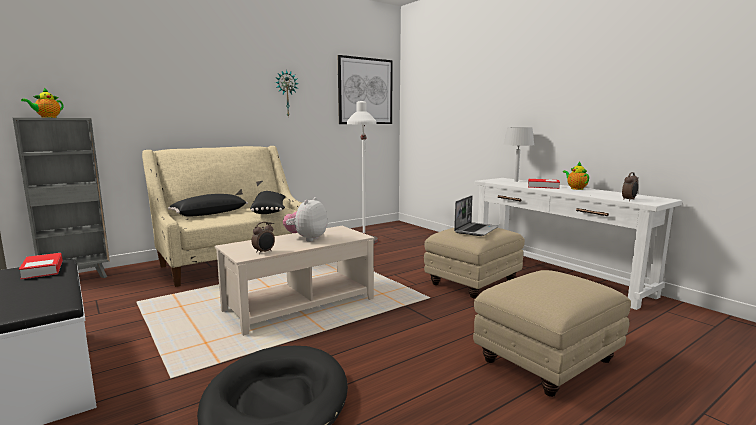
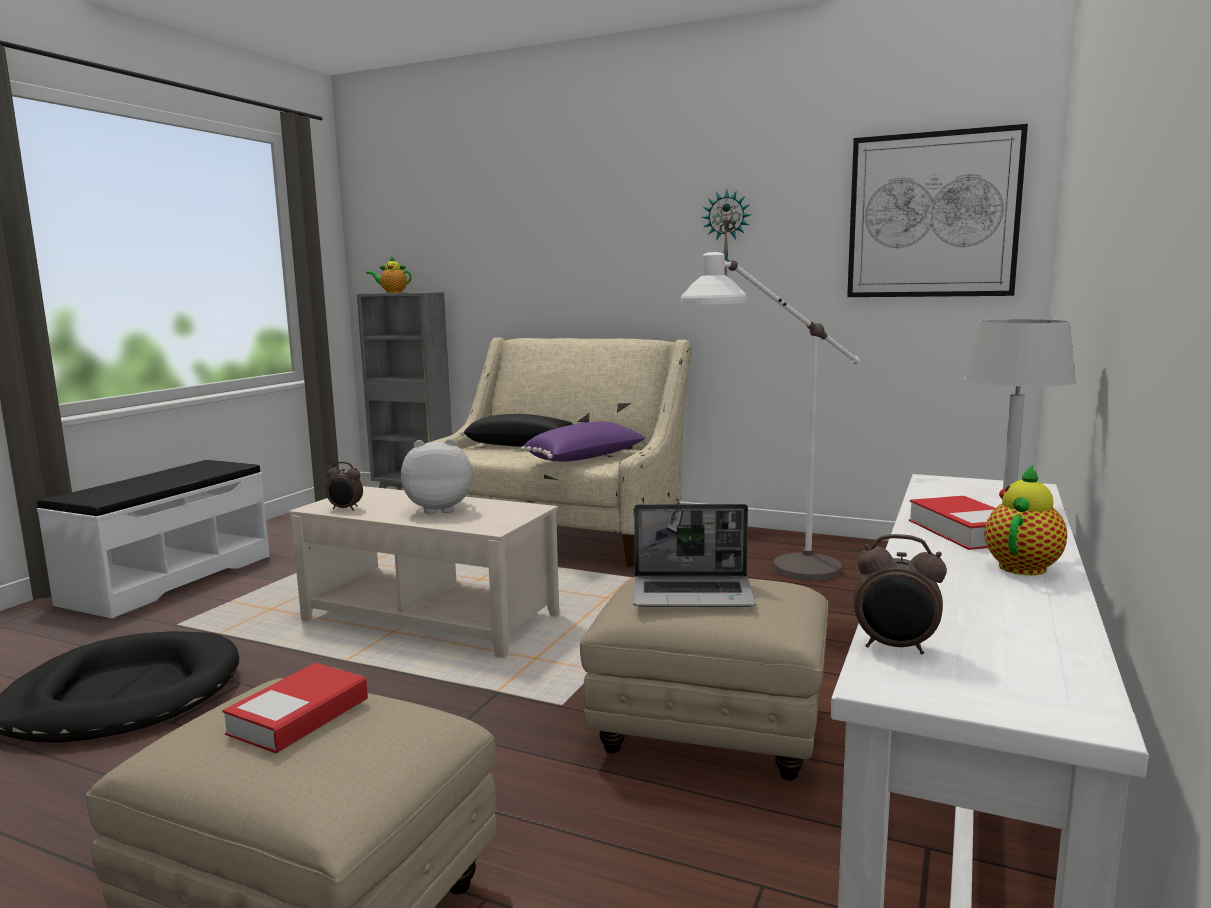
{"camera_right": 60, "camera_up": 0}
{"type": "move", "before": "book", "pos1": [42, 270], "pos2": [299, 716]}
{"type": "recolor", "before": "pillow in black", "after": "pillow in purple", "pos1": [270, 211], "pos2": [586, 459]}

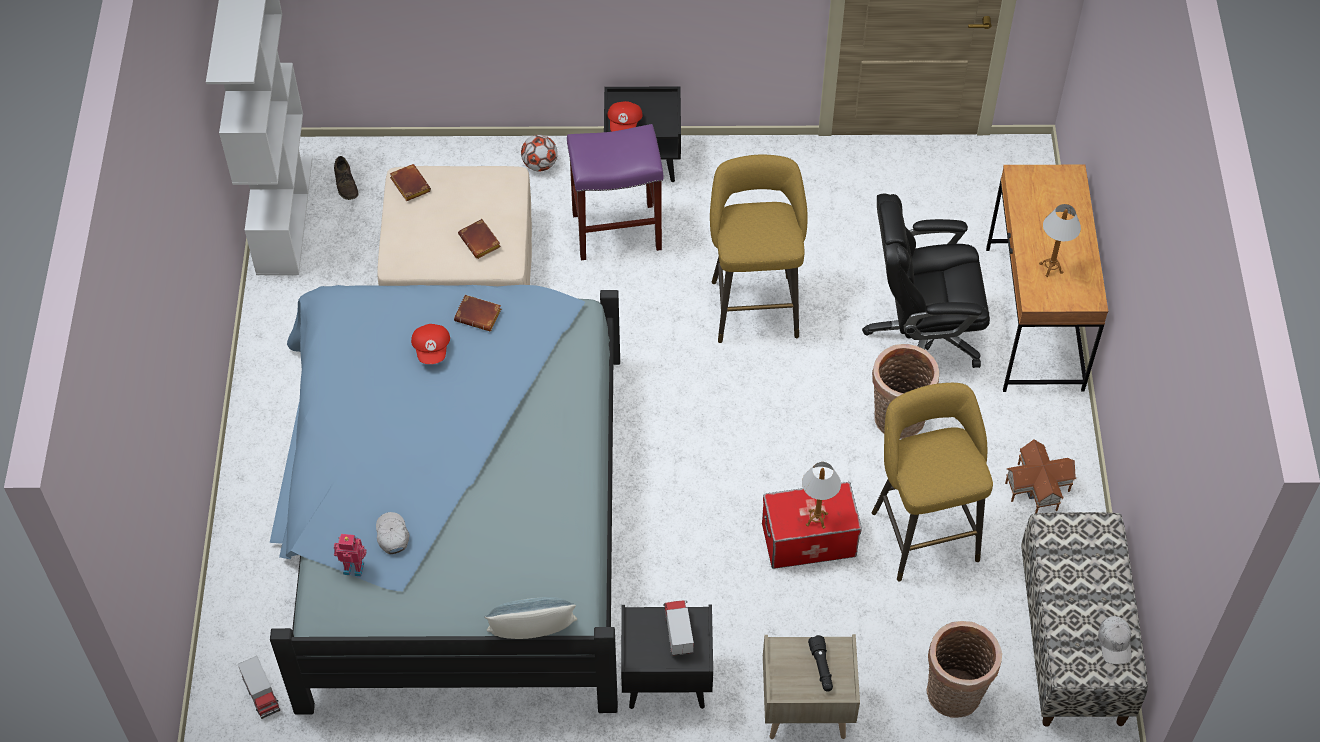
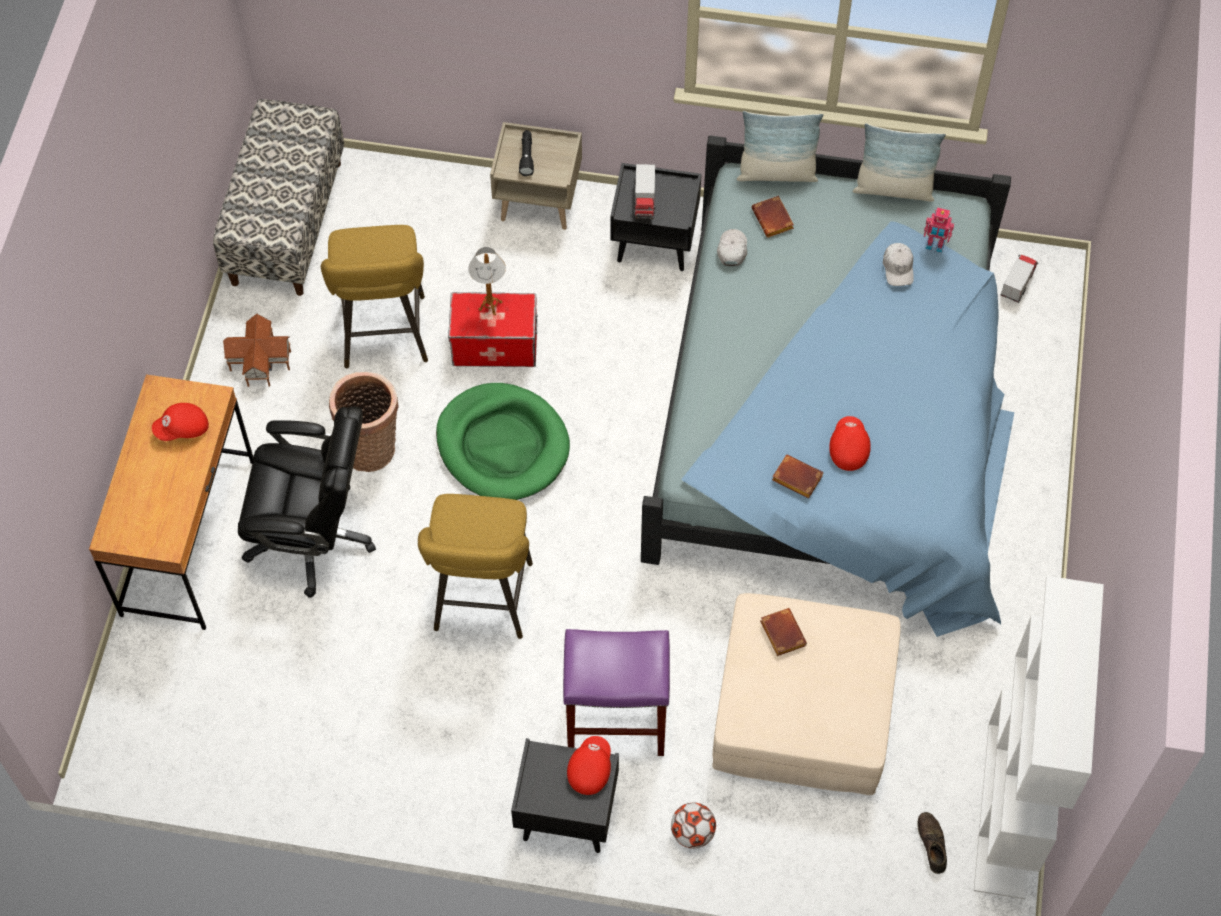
{"camera_right": -170, "camera_up": 5}
{"type": "replace", "before": "table lamp", "after": "cap in red", "pos1": [1051, 268], "pos2": [183, 429]}
{"type": "insert", "after": "dog bed in green", "pos2": [502, 445]}
{"type": "move", "before": "cap in white", "pos1": [1114, 643], "pos2": [732, 250]}
{"type": "move", "before": "book in brown", "pos1": [408, 185], "pos2": [774, 220]}
{"type": "insert", "after": "pillow", "pos2": [893, 189]}
{"type": "rotate", "before": "toy truck", "pos1": [261, 695], "pos2": [1017, 284], "turn": 45}
{"type": "delete", "before": "basket", "pos1": [954, 697]}

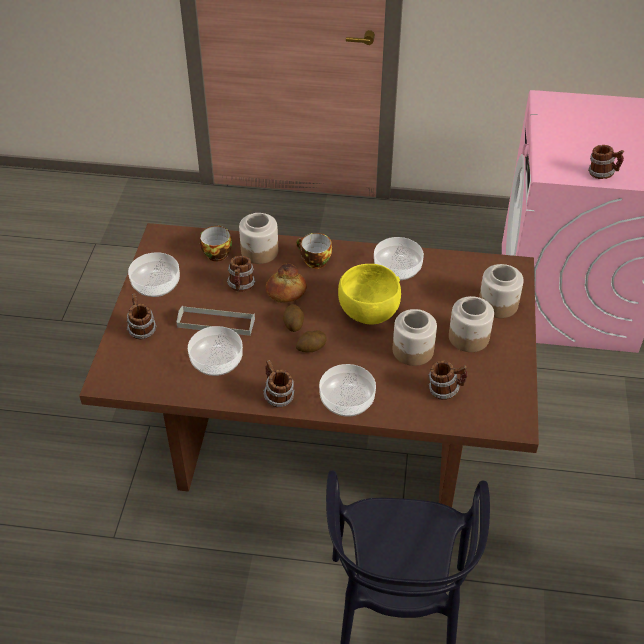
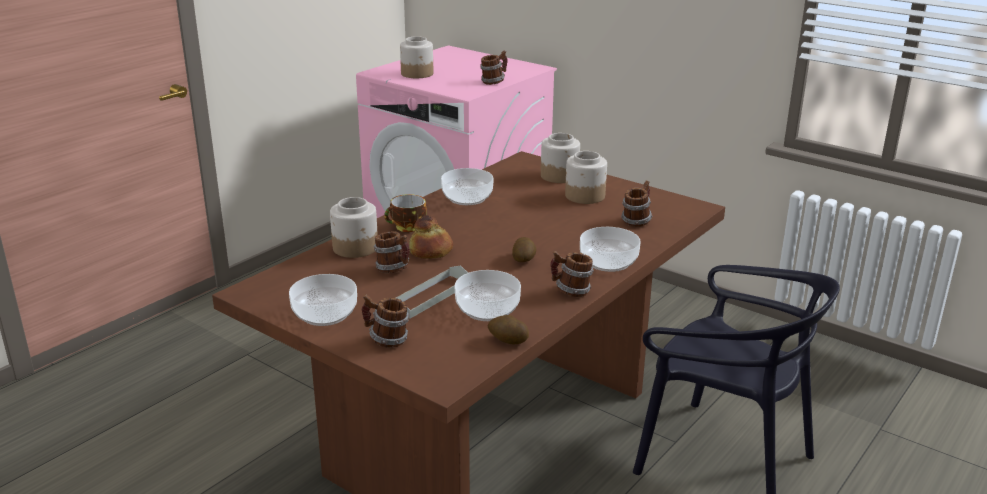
{"camera_right": -60, "camera_up": -20}
{"type": "move", "before": "jar", "pos1": [413, 351], "pos2": [417, 74]}
{"type": "move", "before": "potato", "pos1": [293, 324], "pos2": [507, 340]}
{"type": "delete", "before": "cup", "pos1": [216, 253]}
{"type": "delete", "before": "bowl in yellow", "pos1": [369, 311]}

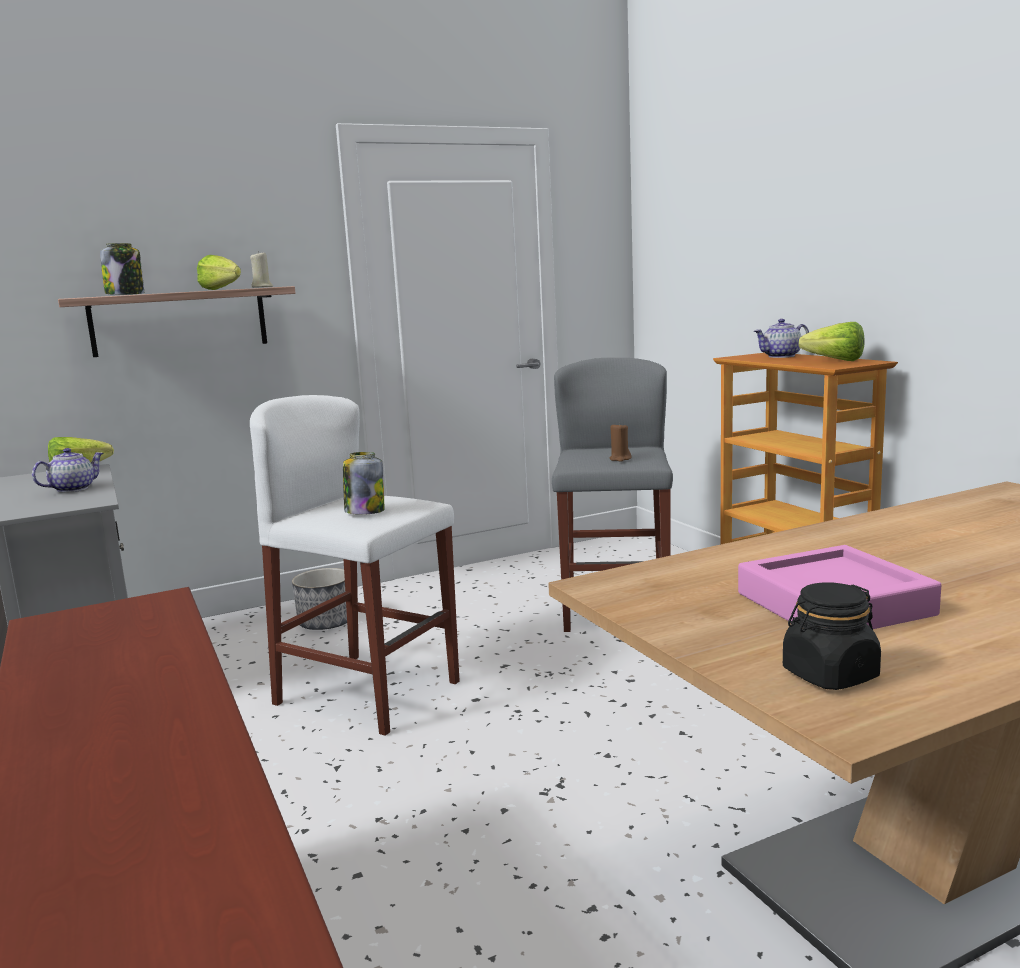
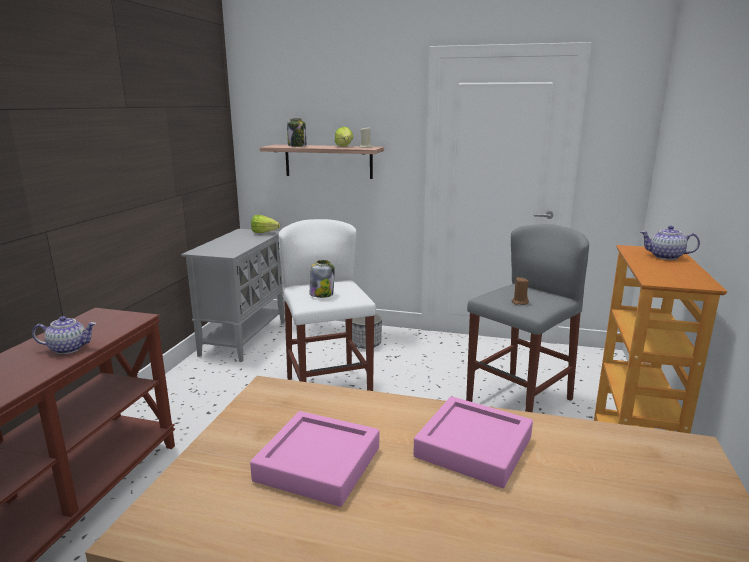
{"camera_right": 40, "camera_up": 5}
{"type": "move", "before": "teapot", "pos1": [73, 489], "pos2": [69, 348]}
{"type": "insert", "after": "tray in pink", "pos2": [473, 447]}
{"type": "delete", "before": "jar in black", "pos1": [829, 675]}
{"type": "delete", "before": "lettuce", "pos1": [830, 360]}

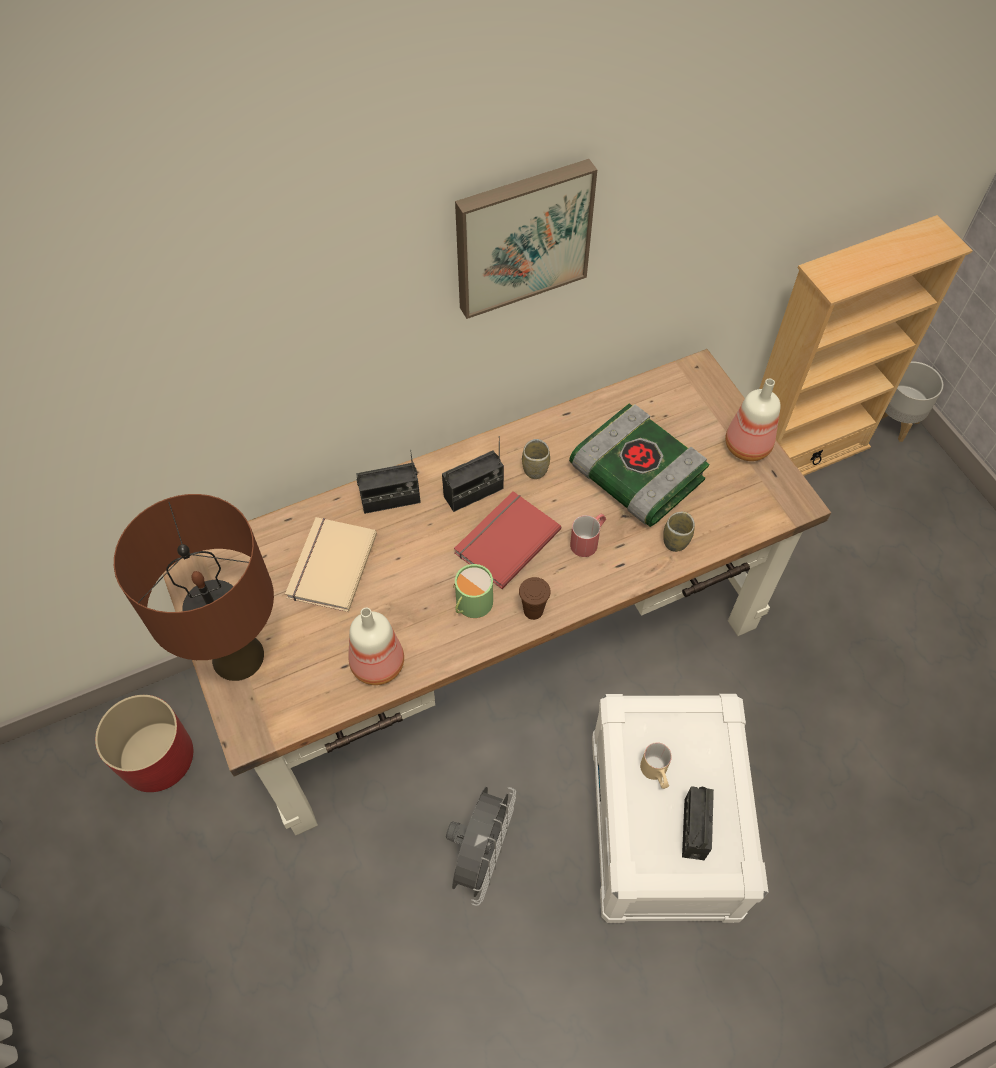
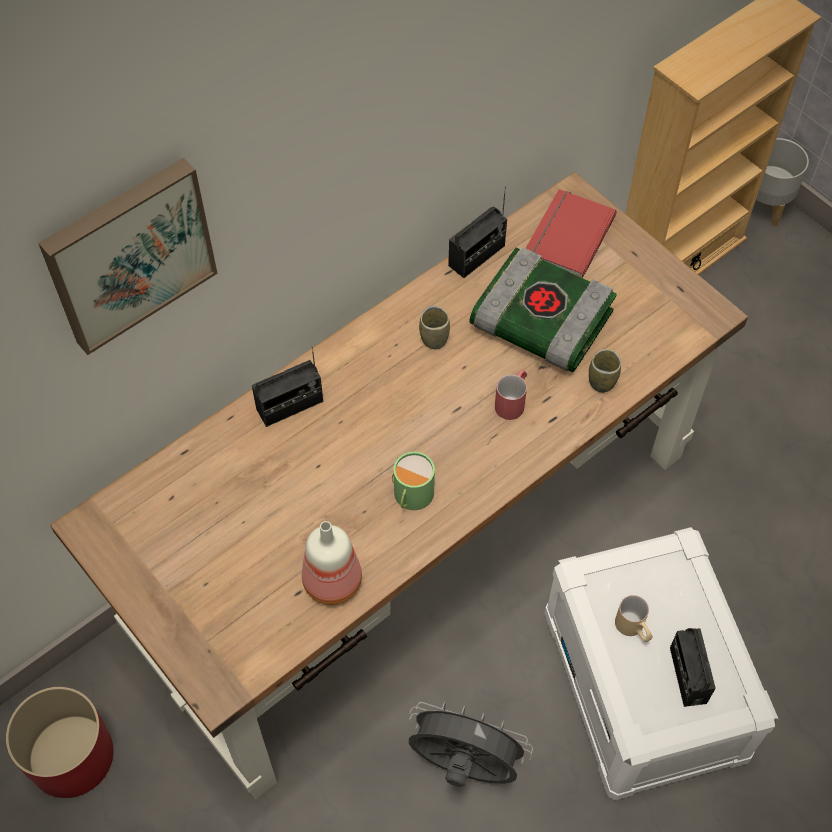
{"camera_right": -15, "camera_up": 0}
{"type": "move", "before": "picture", "pos1": [521, 236], "pos2": [128, 253]}
{"type": "rotate", "before": "fan in grey", "pos1": [481, 855], "pos2": [463, 766], "turn": -75}
{"type": "move", "before": "radio", "pos1": [473, 493], "pos2": [477, 256]}
{"type": "move", "before": "book in red", "pos1": [505, 540], "pos2": [566, 236]}
{"type": "delete", "before": "table lamp in brown", "pos1": [238, 657]}
{"type": "delete", "before": "book in beige", "pos1": [329, 566]}
{"type": "delete", "before": "cup in brown", "pos1": [533, 611]}
{"type": "delete", "before": "bottle", "pos1": [747, 447]}

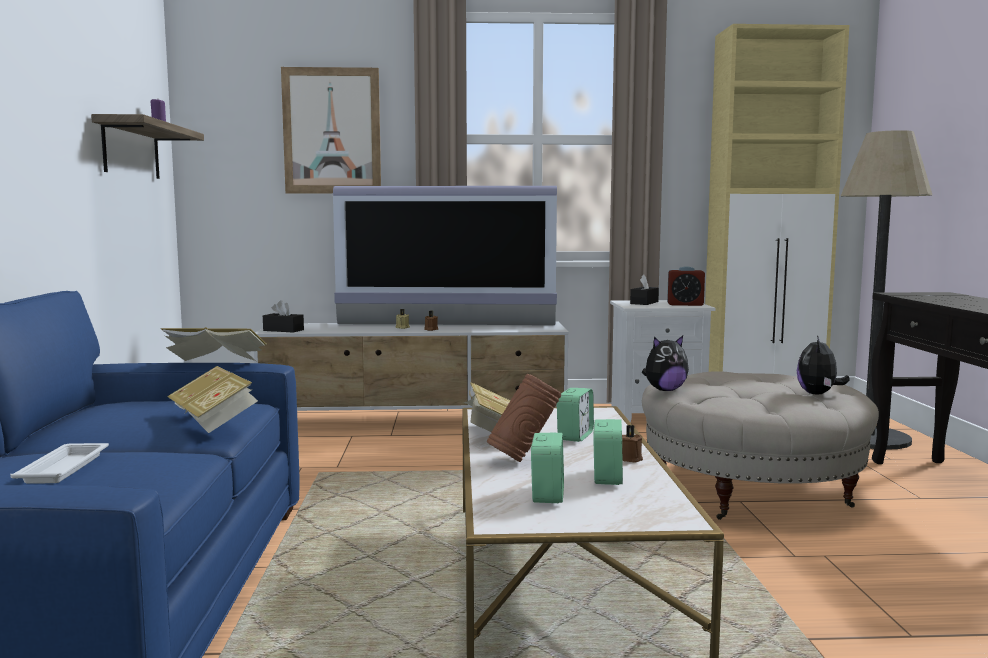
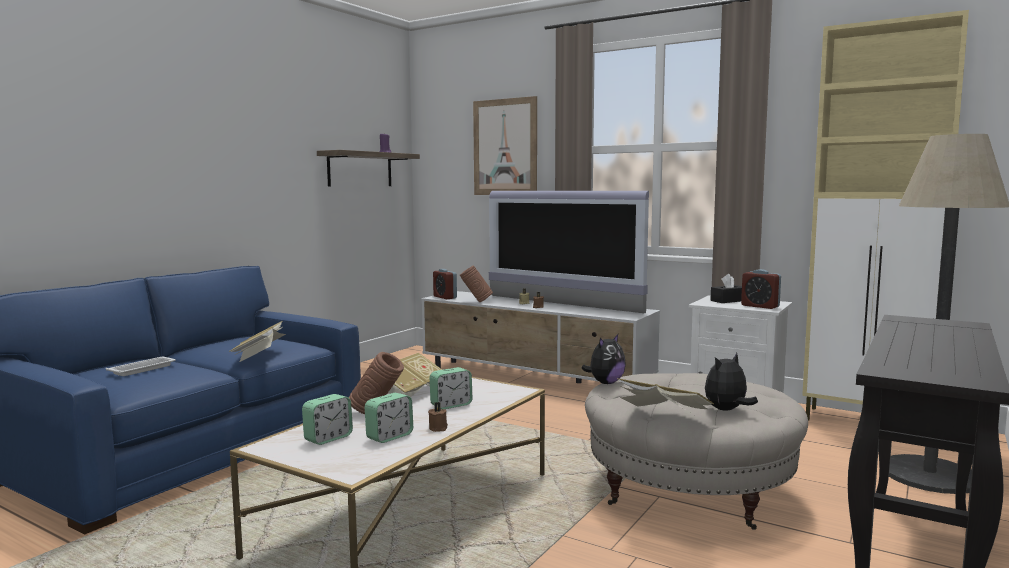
{"camera_right": 35, "camera_up": 0}
{"type": "replace", "before": "tissue box in black", "after": "alarm clock", "pos1": [283, 330], "pos2": [445, 297]}
{"type": "insert", "after": "vase in brown", "pos2": [476, 302]}
{"type": "rotate", "before": "plush toy", "pos1": [664, 390], "pos2": [605, 383], "turn": -60}
{"type": "move", "before": "book", "pos1": [215, 364], "pos2": [663, 417]}

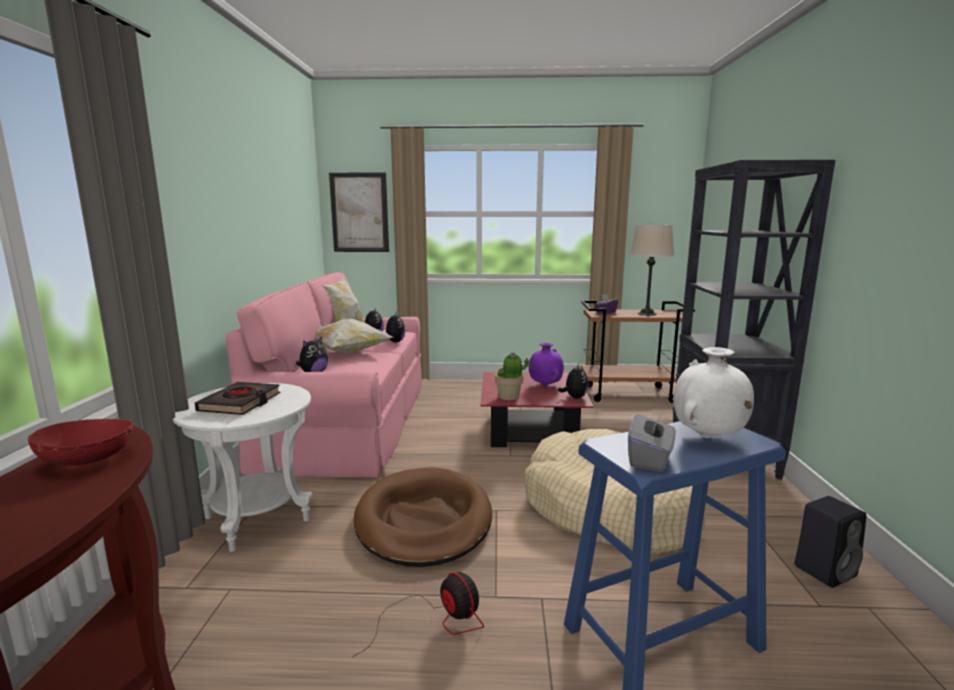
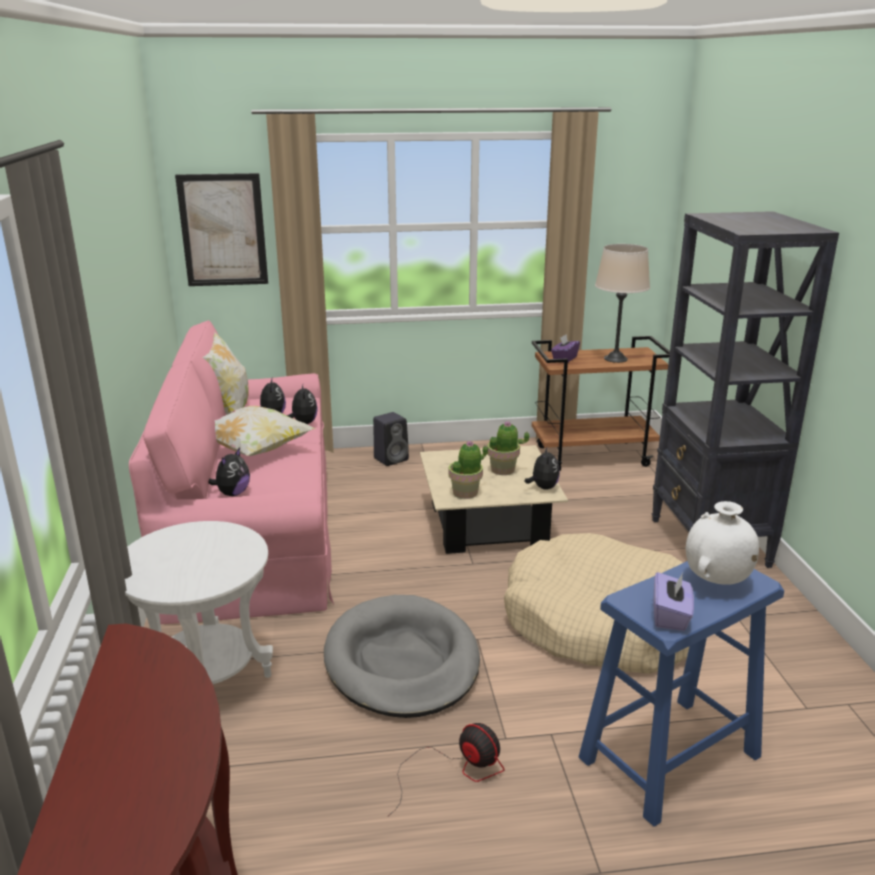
{"camera_right": -10, "camera_up": 10}
{"type": "recolor", "before": "dog bed in brown", "after": "dog bed in grey", "pos1": [424, 520], "pos2": [402, 661]}
{"type": "move", "before": "speaker in black", "pos1": [825, 570], "pos2": [392, 458]}
{"type": "recolor", "before": "coffee table in red", "after": "coffee table in beige", "pos1": [532, 430], "pos2": [488, 524]}
{"type": "replace", "before": "vase in purple", "after": "potted plant", "pos1": [545, 385], "pos2": [503, 470]}
{"type": "recolor", "before": "tissue box in grey", "after": "tissue box in purple", "pos1": [650, 459], "pos2": [670, 616]}
{"type": "delete", "before": "bowl in red", "pos1": [89, 460]}
{"type": "delete", "before": "book in black", "pos1": [240, 403]}

